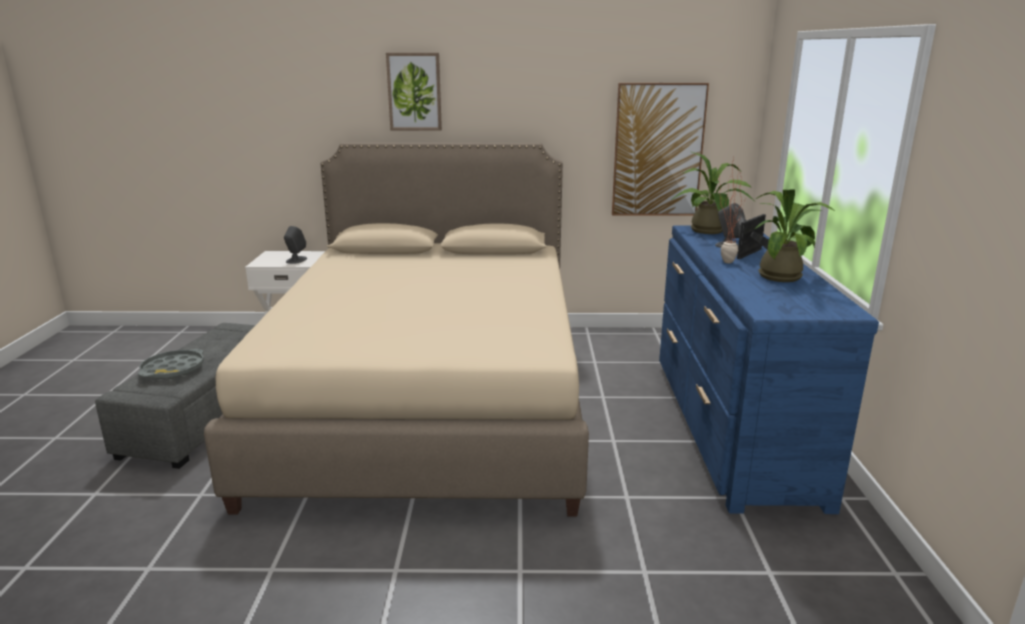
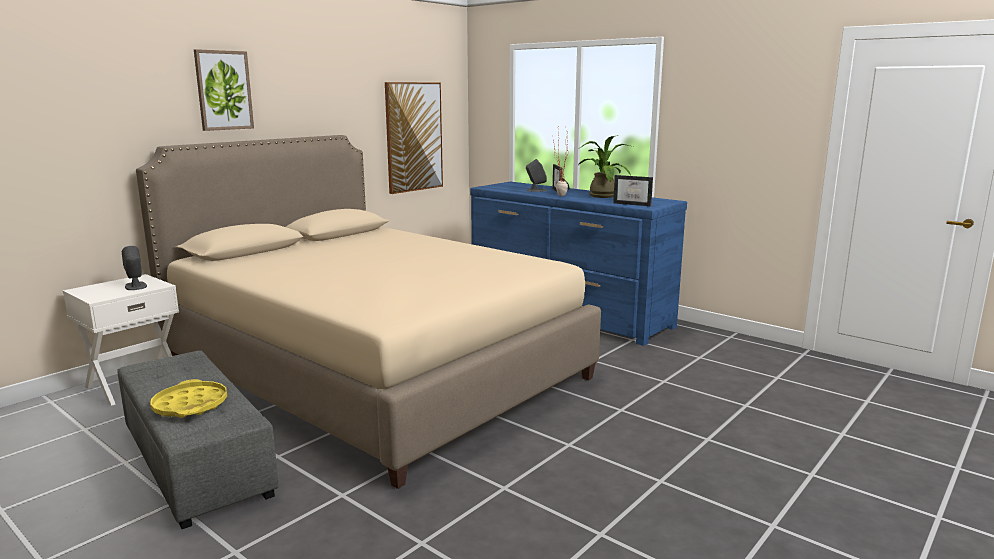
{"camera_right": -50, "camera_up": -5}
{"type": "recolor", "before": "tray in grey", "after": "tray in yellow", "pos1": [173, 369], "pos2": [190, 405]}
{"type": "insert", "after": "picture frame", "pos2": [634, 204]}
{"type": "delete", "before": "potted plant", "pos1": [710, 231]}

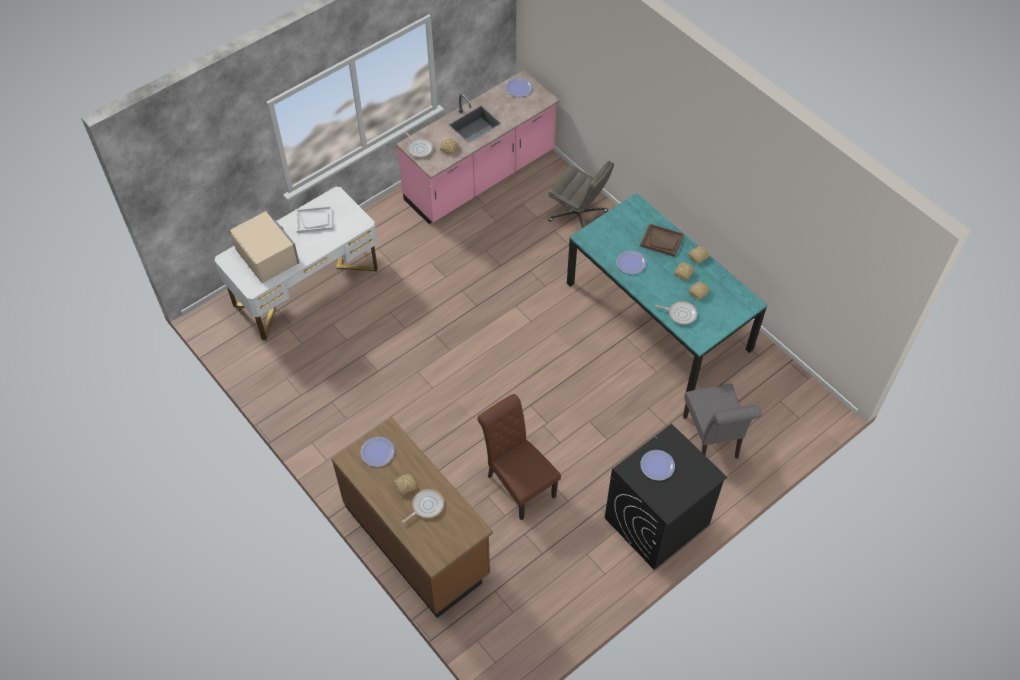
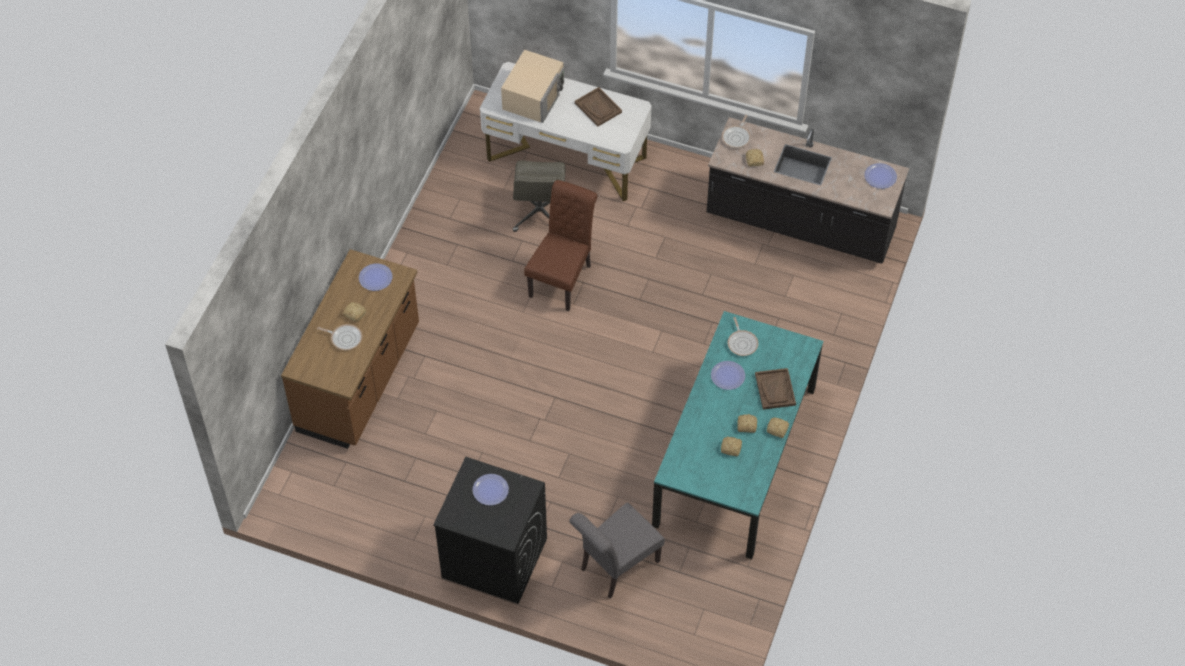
{"camera_right": 60, "camera_up": 0}
{"type": "move", "before": "office chair in grey", "pos1": [578, 216], "pos2": [540, 214]}
{"type": "move", "before": "chair in brown", "pos1": [518, 483], "pos2": [563, 278]}
{"type": "recolor", "before": "tray in white", "after": "tray in brown", "pos1": [314, 220], "pos2": [598, 108]}
{"type": "recolor", "before": "counter in pink", "after": "counter in black", "pos1": [480, 177], "pos2": [800, 224]}
{"type": "move", "before": "frying pan", "pos1": [680, 313], "pos2": [742, 343]}

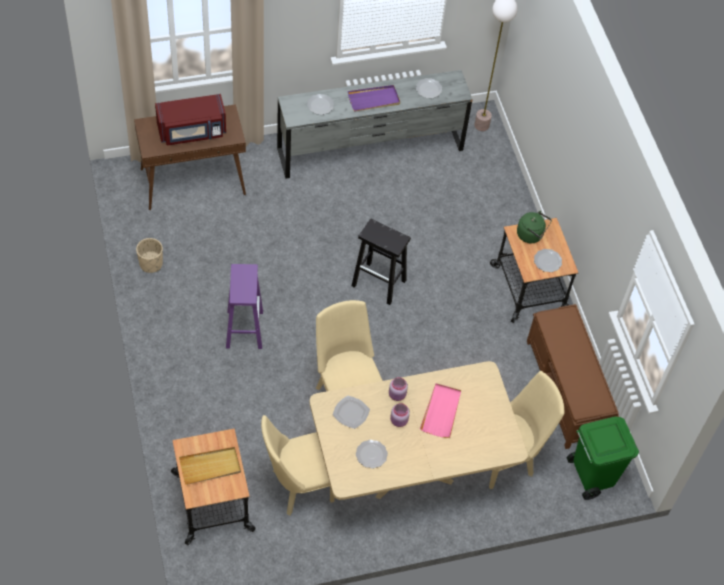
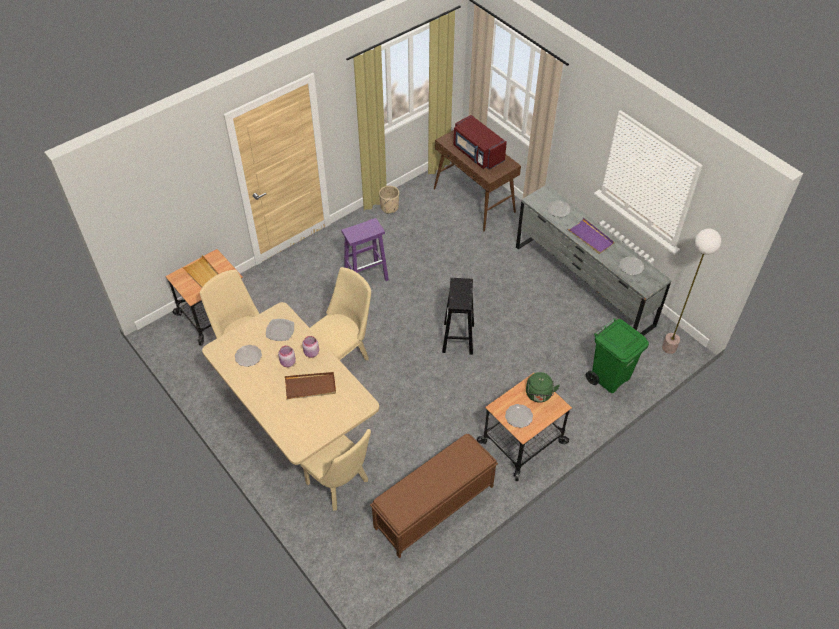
{"camera_right": 70, "camera_up": -5}
{"type": "recolor", "before": "tray in pink", "after": "tray in brown", "pos1": [441, 411], "pos2": [310, 387]}
{"type": "move", "before": "trash can in green", "pos1": [591, 476], "pos2": [610, 377]}

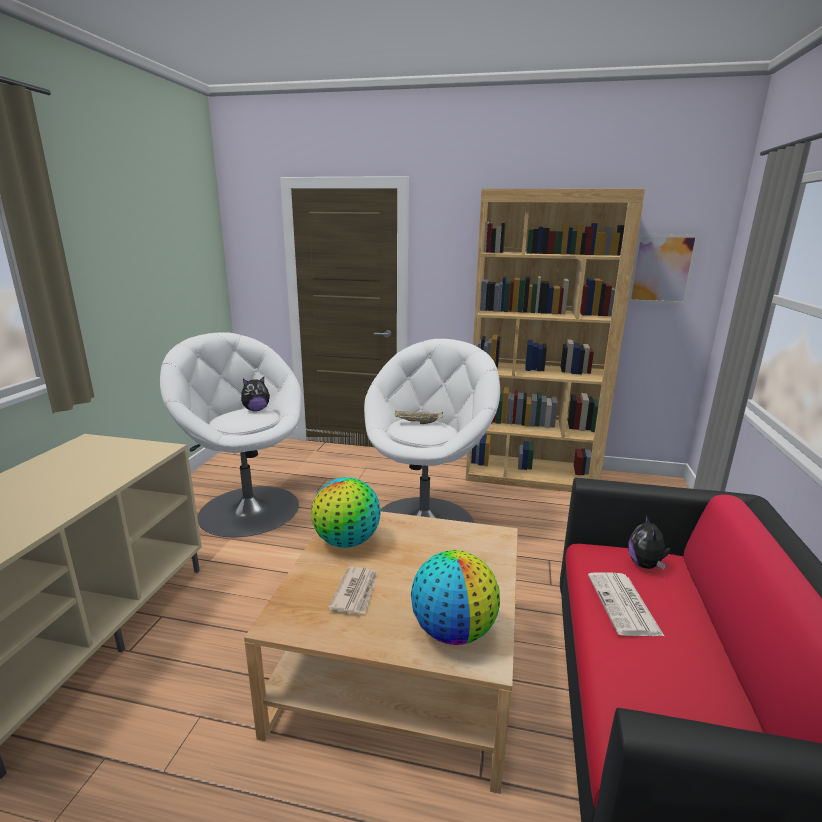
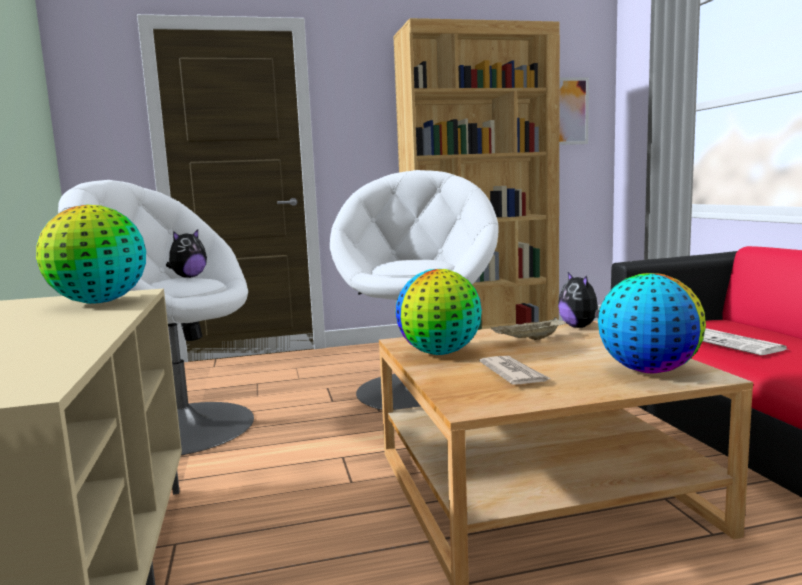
{"camera_right": -25, "camera_up": -10}
{"type": "insert", "after": "globe", "pos2": [100, 302]}
{"type": "move", "before": "tray in beige", "pos1": [417, 423], "pos2": [528, 340]}
{"type": "move", "before": "plush toy", "pos1": [645, 565], "pos2": [580, 327]}

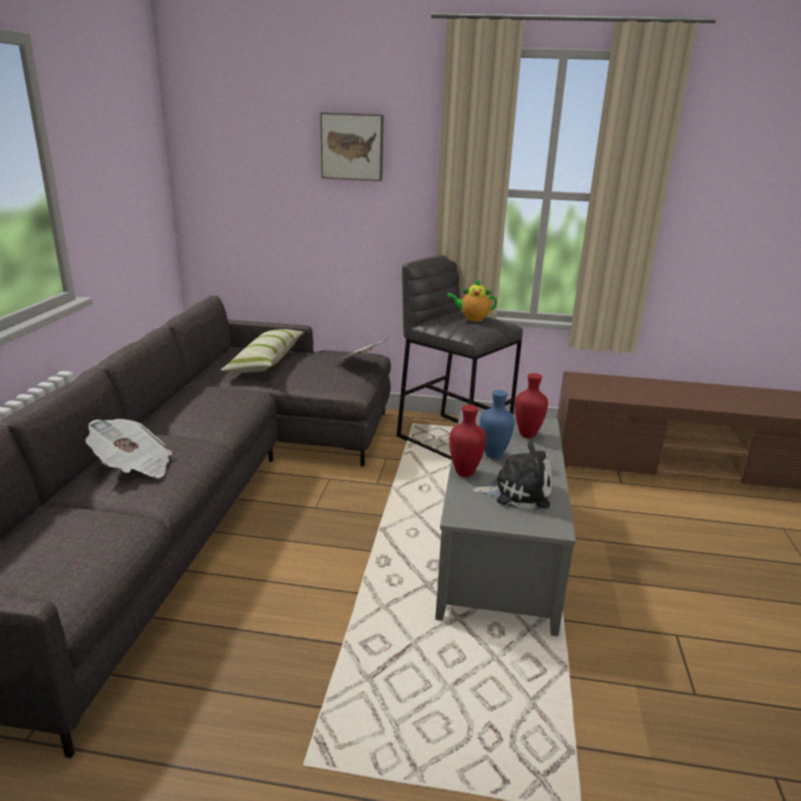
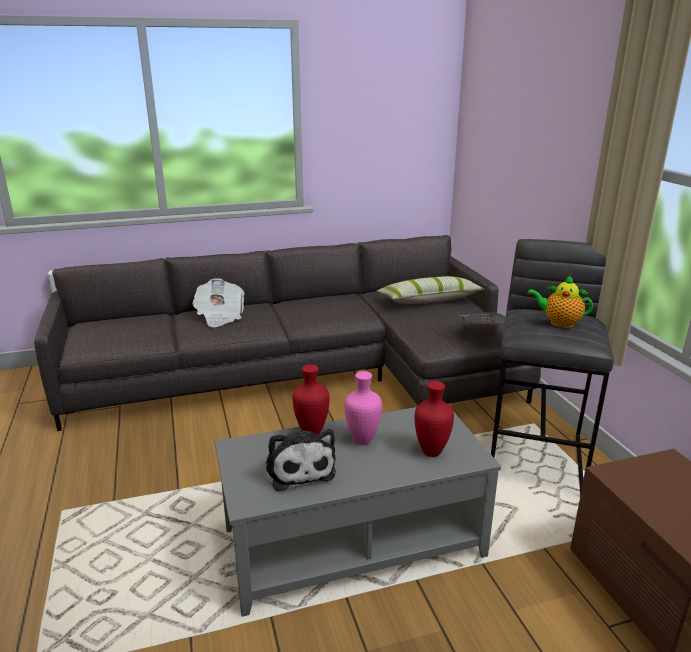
{"camera_right": 65, "camera_up": 0}
{"type": "recolor", "before": "vase in blue", "after": "vase in pink", "pos1": [494, 455], "pos2": [363, 441]}
{"type": "rotate", "before": "teapot", "pos1": [472, 318], "pos2": [559, 323], "turn": -45}
{"type": "delete", "before": "picture", "pos1": [352, 146]}

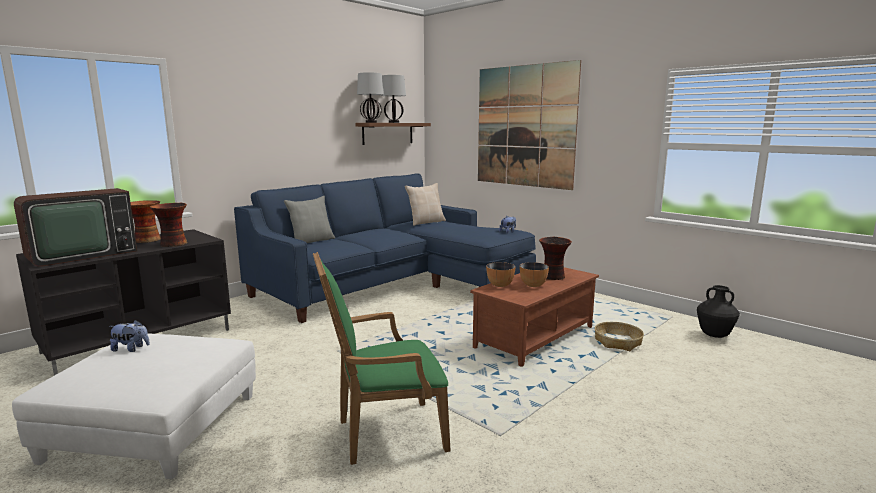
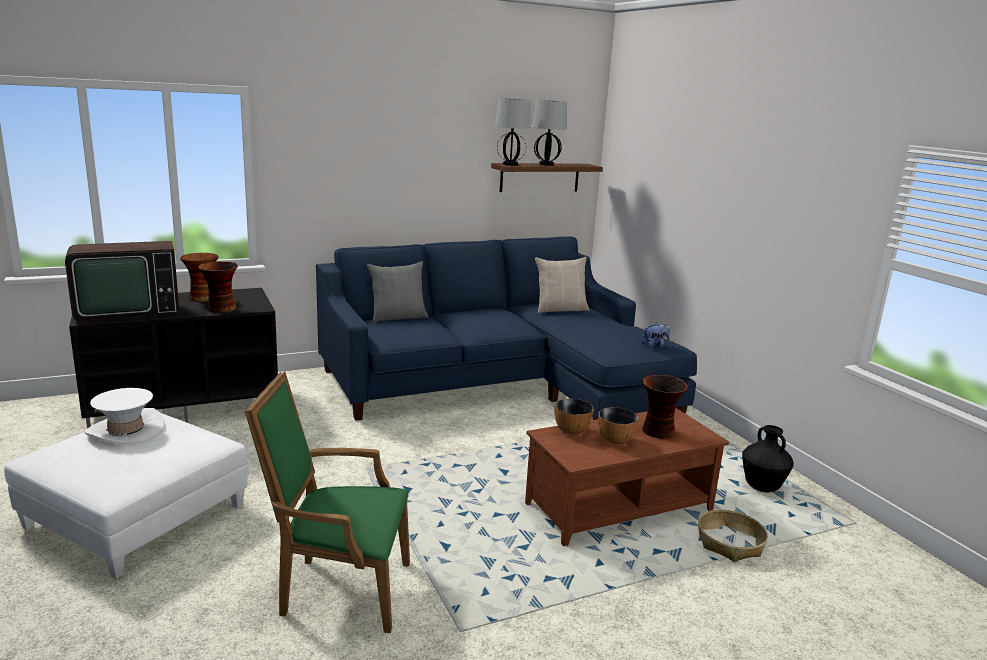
{"camera_right": 20, "camera_up": 5}
{"type": "replace", "before": "plush toy", "after": "hat in white", "pos1": [131, 349], "pos2": [125, 431]}
{"type": "move", "before": "vase in black", "pos1": [714, 335], "pos2": [762, 488]}
{"type": "delete", "before": "picture", "pos1": [524, 126]}

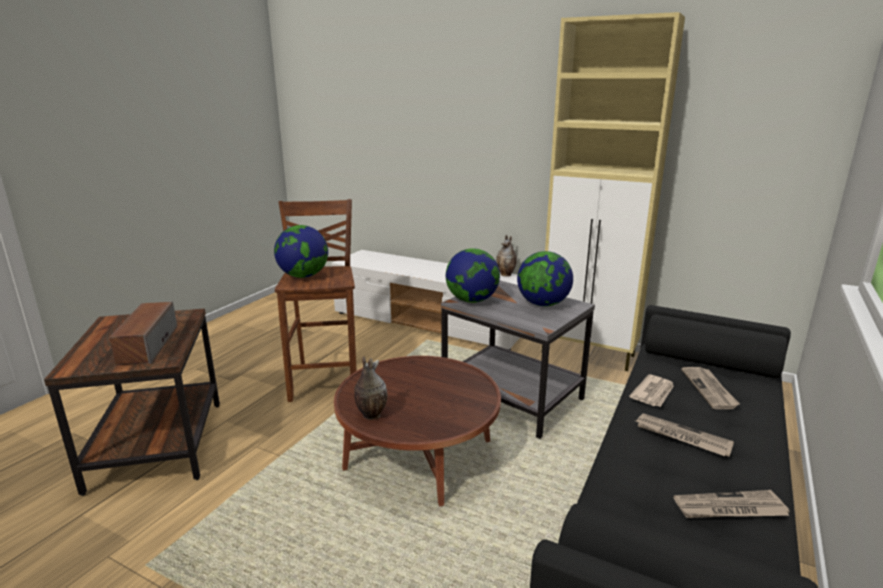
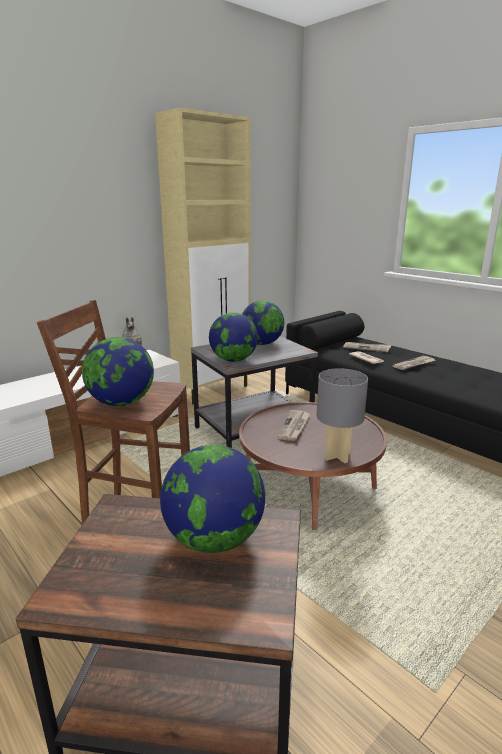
{"camera_right": -70, "camera_up": 0}
{"type": "replace", "before": "speaker", "after": "globe", "pos1": [148, 345], "pos2": [214, 539]}
{"type": "move", "before": "newspaper", "pos1": [729, 509], "pos2": [294, 427]}
{"type": "replace", "before": "vase", "after": "table lamp in grey", "pos1": [370, 415], "pos2": [337, 456]}

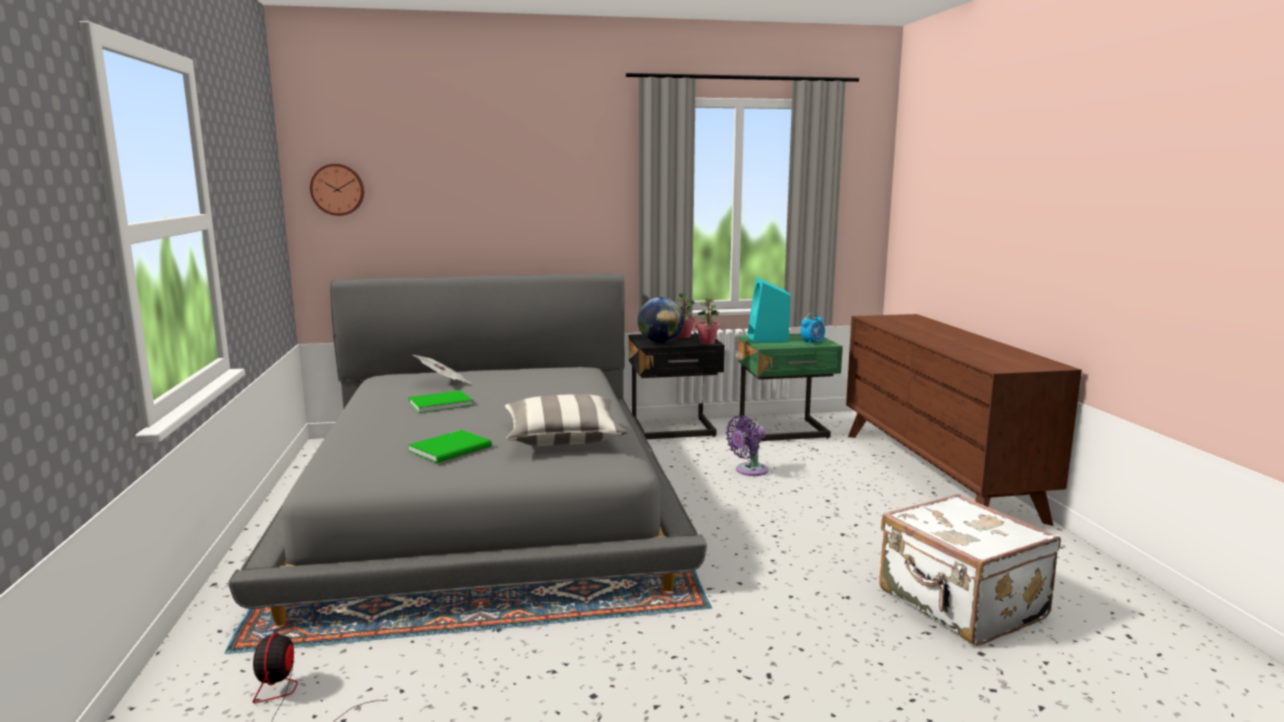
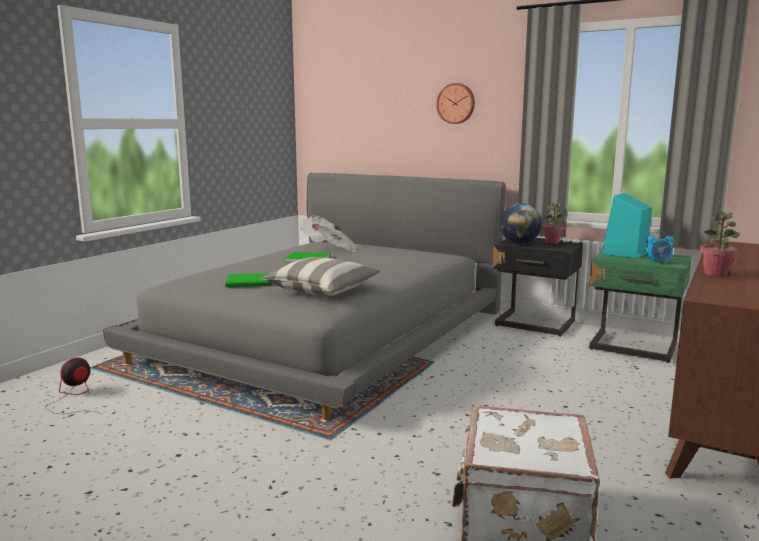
{"camera_right": 40, "camera_up": 0}
{"type": "insert", "after": "newspaper", "pos2": [318, 238]}
{"type": "move", "before": "wall clock", "pos1": [338, 189], "pos2": [456, 103]}
{"type": "move", "before": "potted plant", "pos1": [707, 342], "pos2": [716, 274]}
{"type": "delete", "before": "fan in purple", "pos1": [749, 471]}

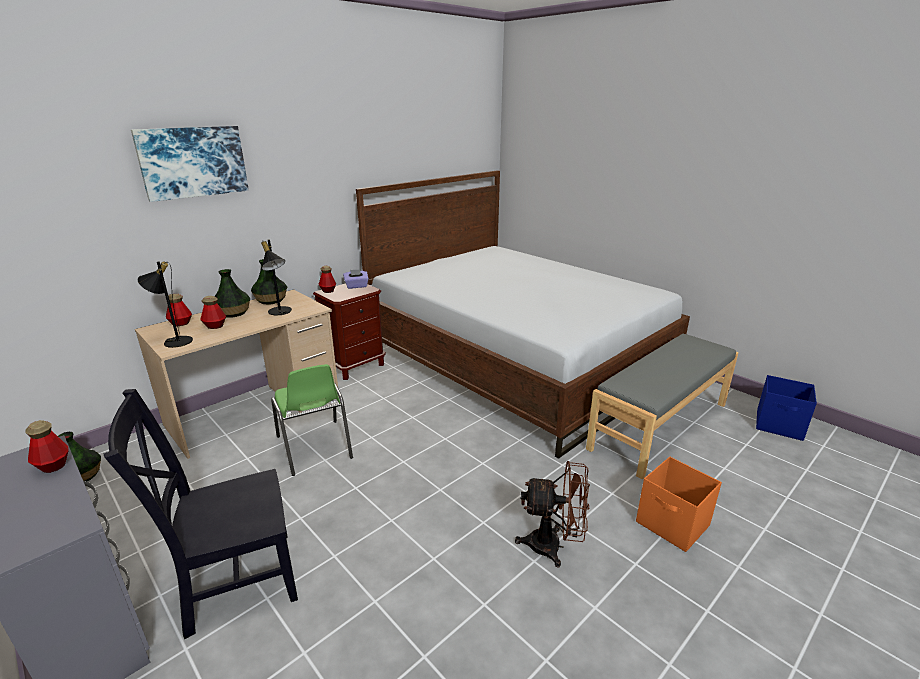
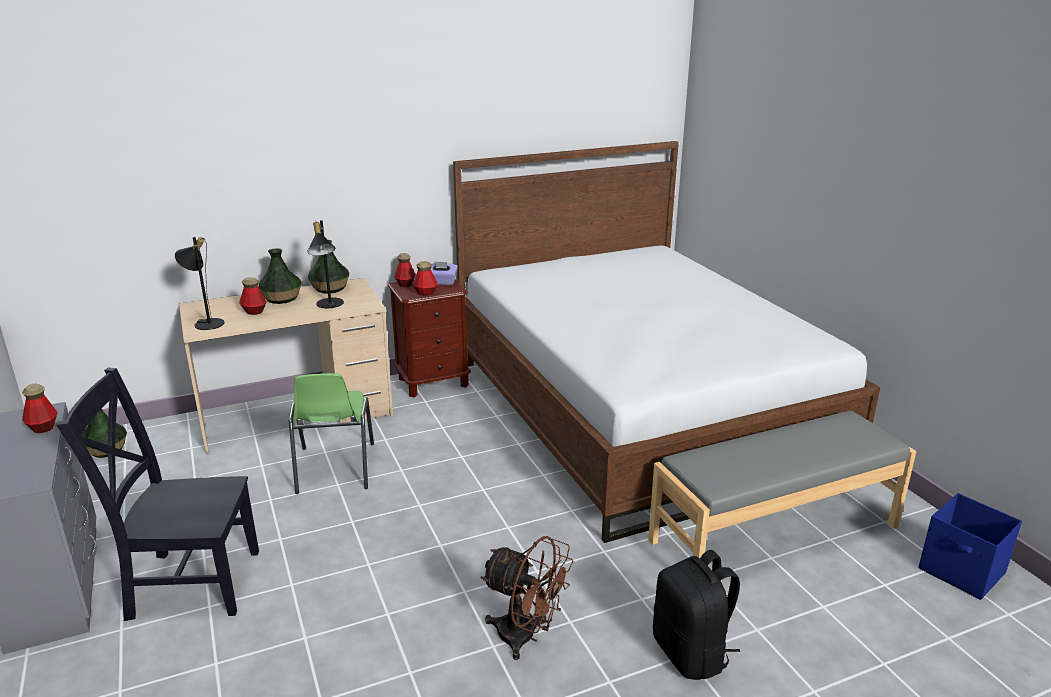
{"camera_right": 20, "camera_up": 0}
{"type": "move", "before": "bottle", "pos1": [181, 323], "pos2": [425, 293]}
{"type": "replace", "before": "storage box in orange", "after": "backpack in black", "pos1": [673, 525], "pos2": [691, 653]}
{"type": "delete", "before": "picture", "pos1": [193, 162]}

